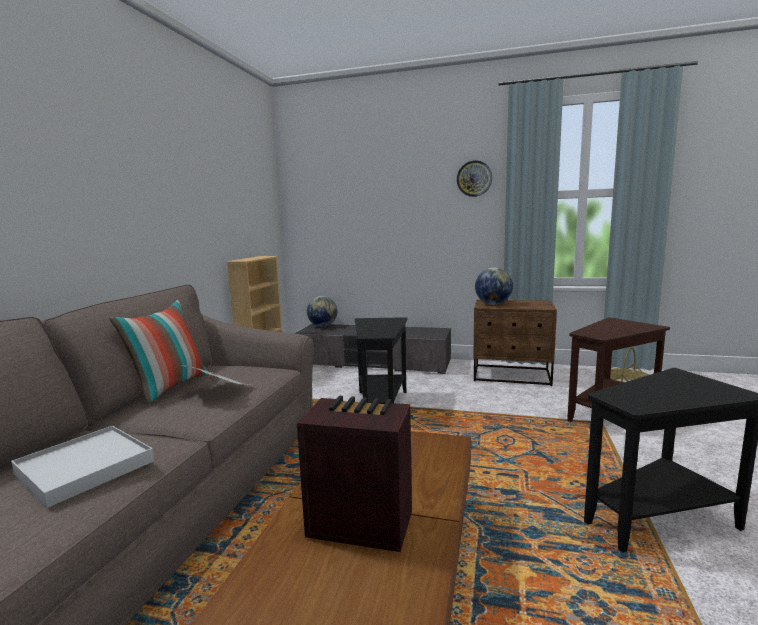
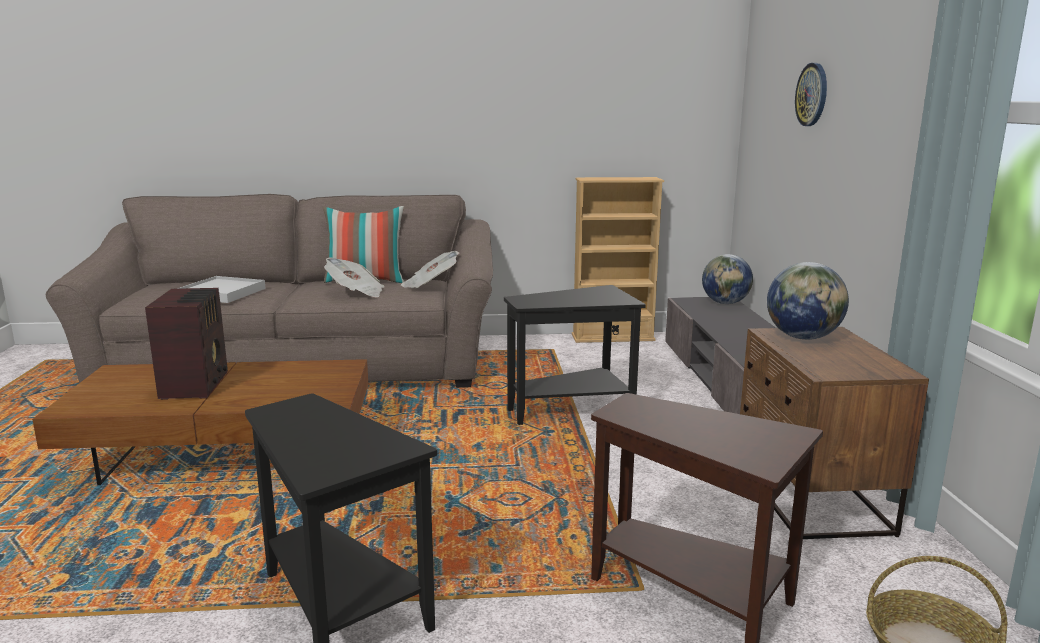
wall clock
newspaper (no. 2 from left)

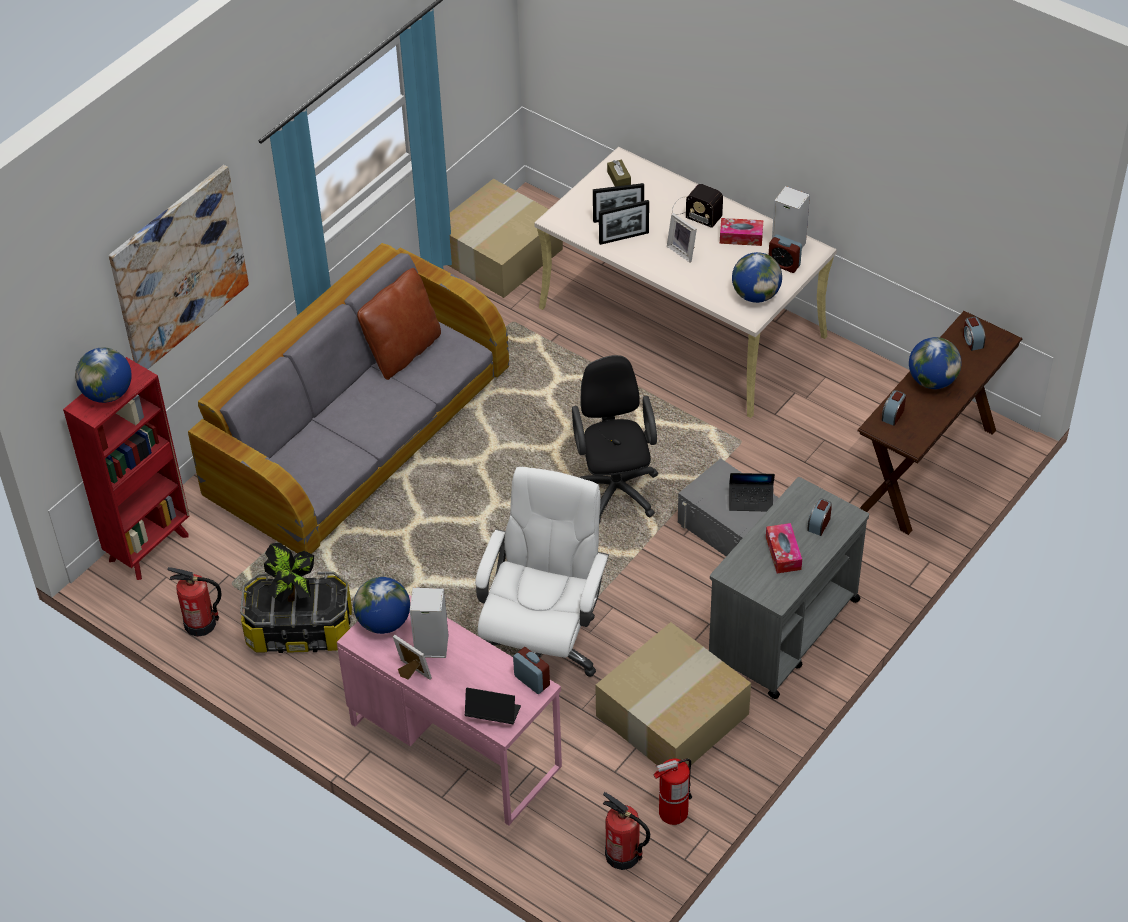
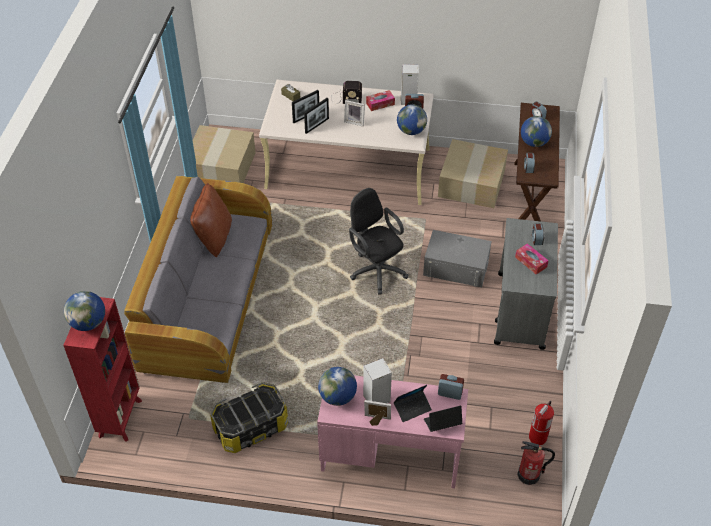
picture
white office chair
laptop (no. 1 from left)
potted plant
fire extinguisher (no. 1 from left in the first image)
cardboard box (no. 2 from left)

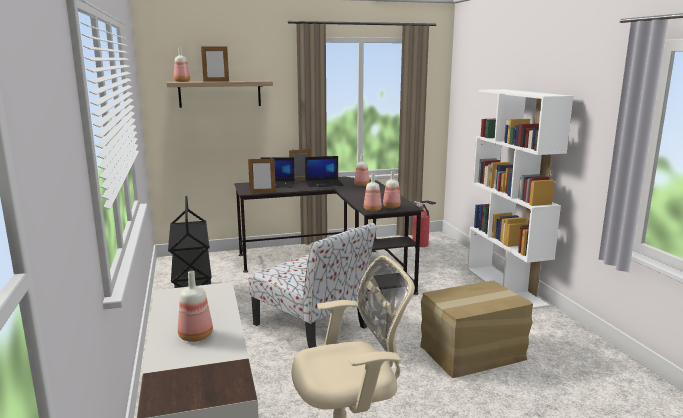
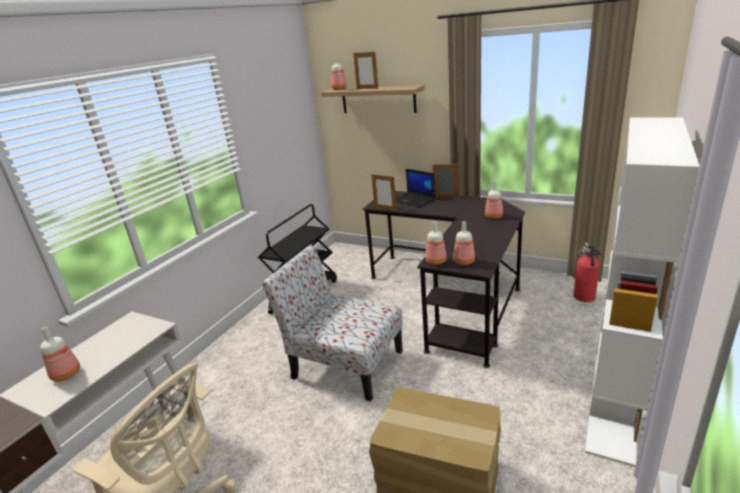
laptop (no. 2 from left in the first image)
chair

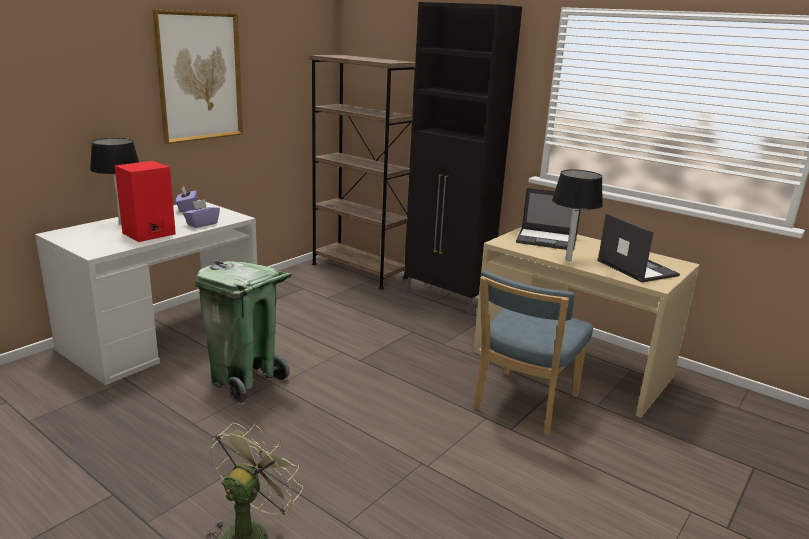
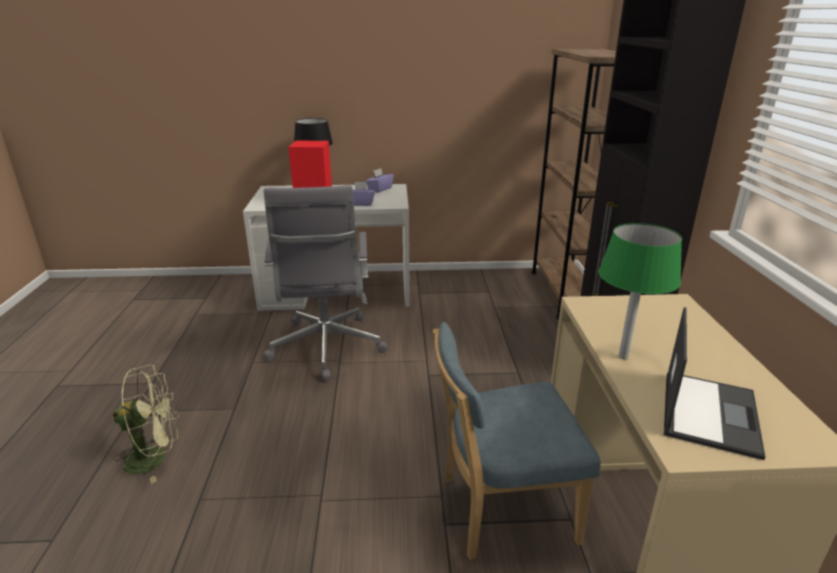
picture
green table lamp
laptop (no. 1 from left in the first image)
grey office chair

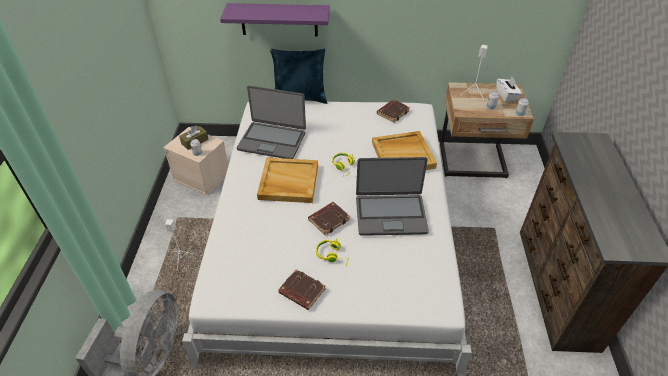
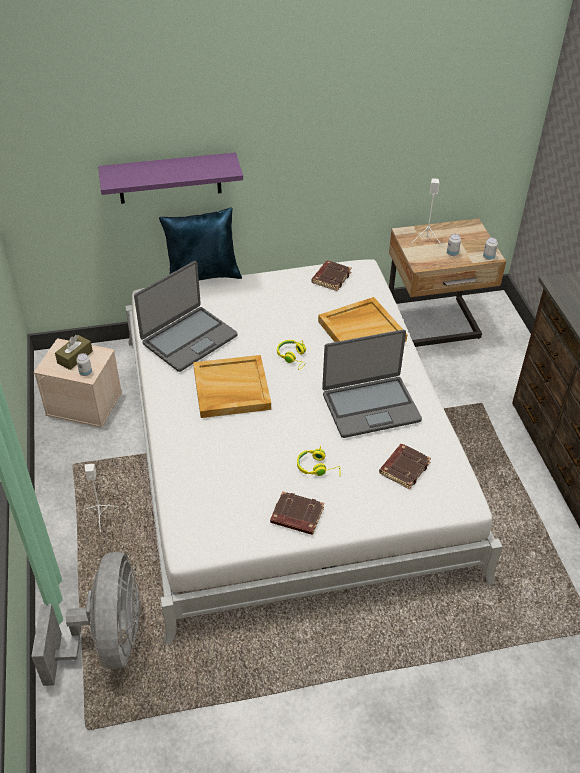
white tissue box
laptop (no. 1 from left)
brown book (no. 3 from left)

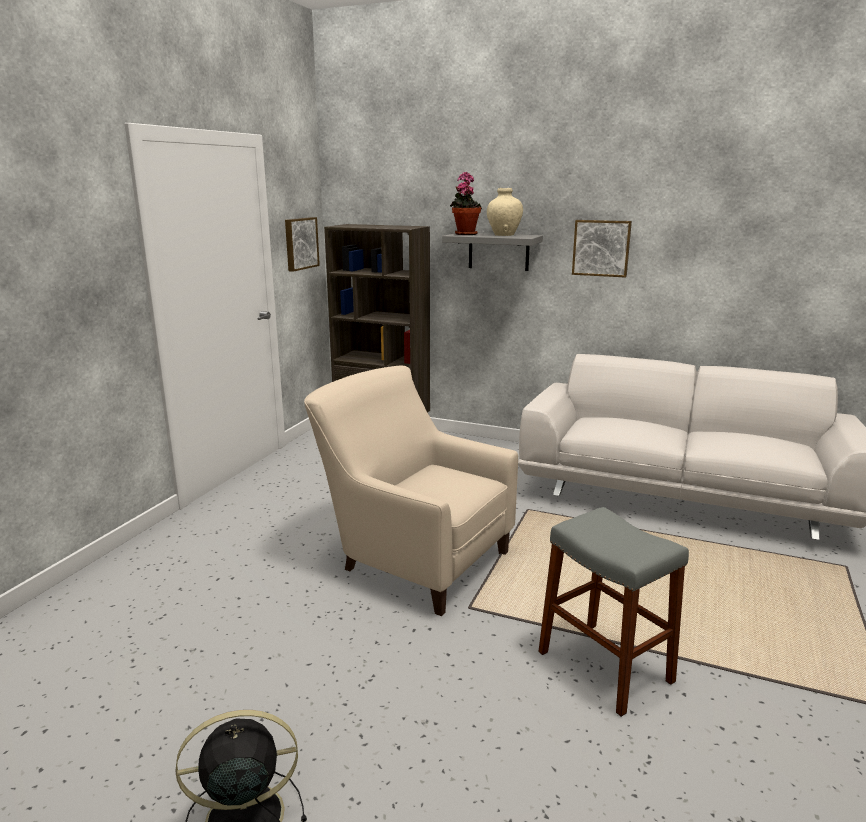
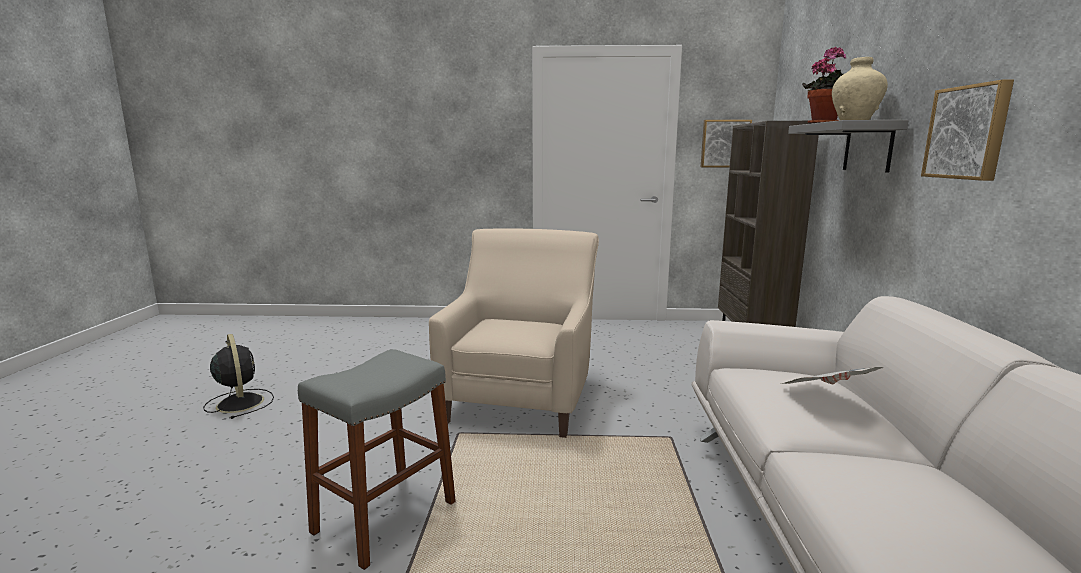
newspaper

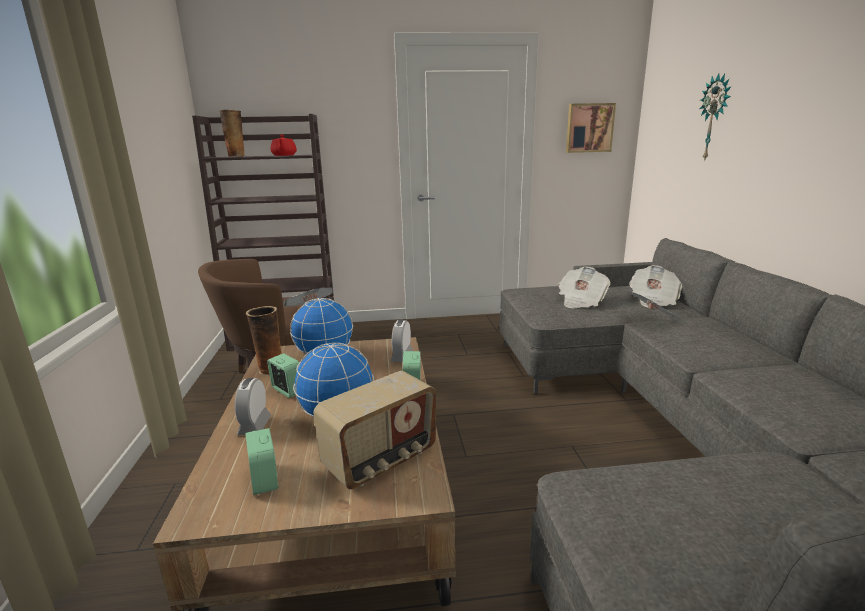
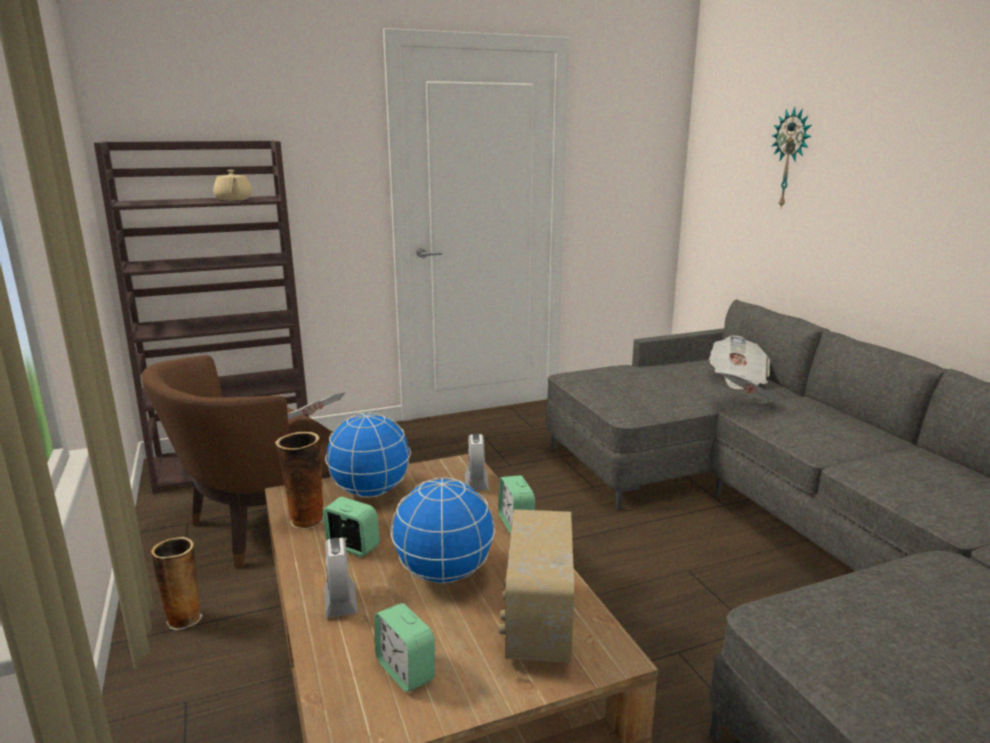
picture
vase (no. 1 from left)
beige teapot
newspaper (no. 2 from left in the first image)
radio

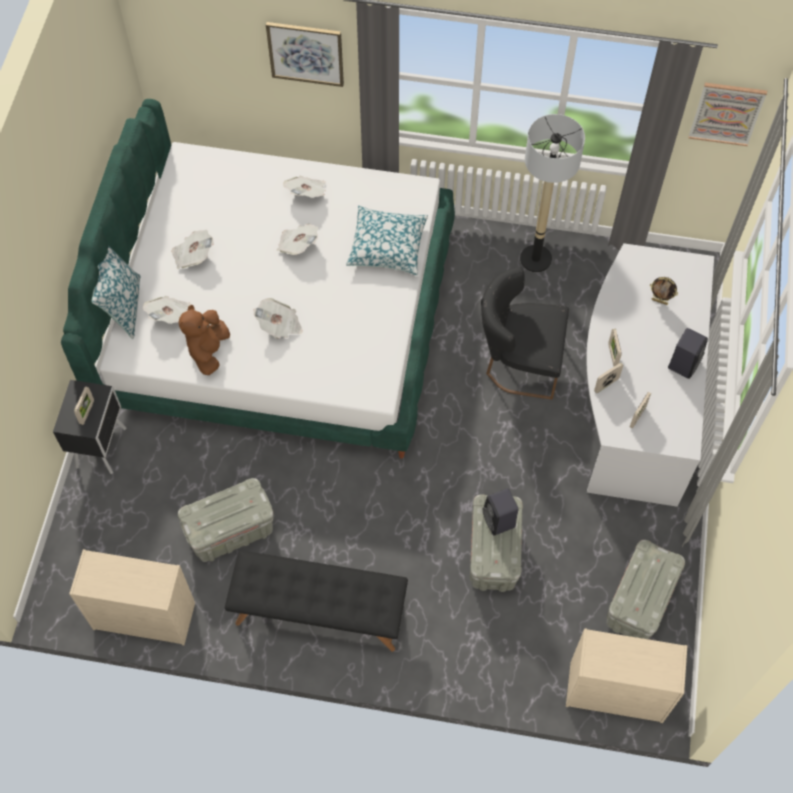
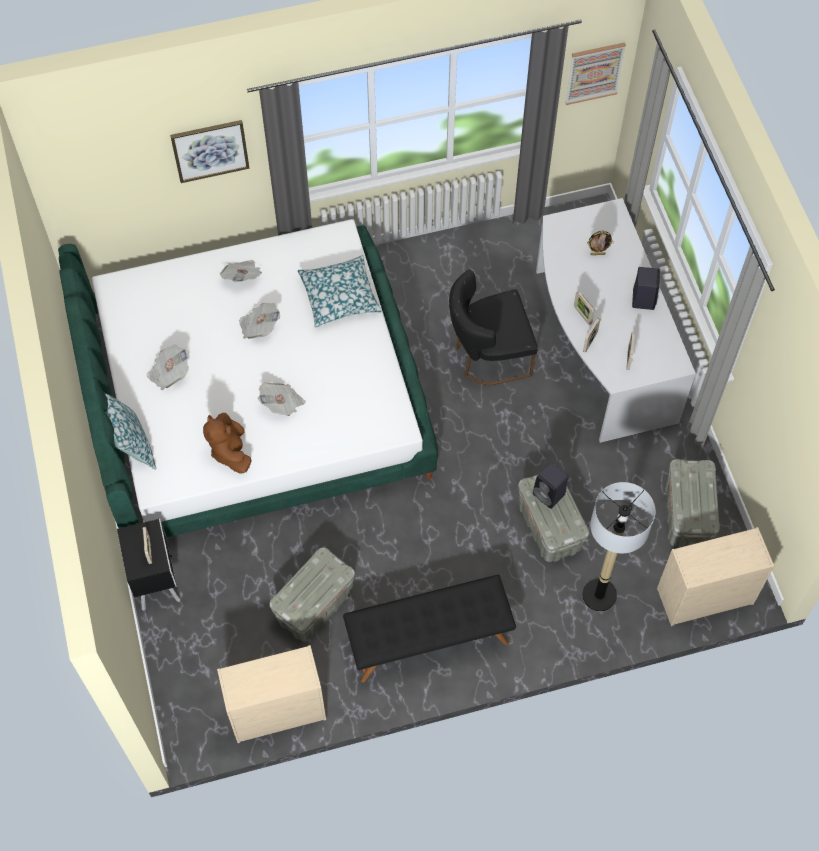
floor lamp
newspaper (no. 1 from left in the first image)

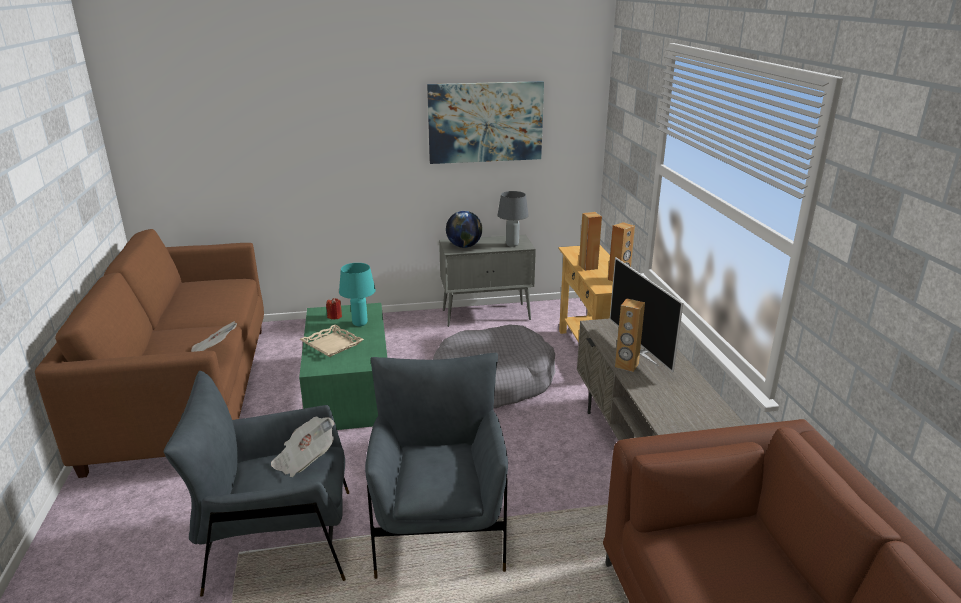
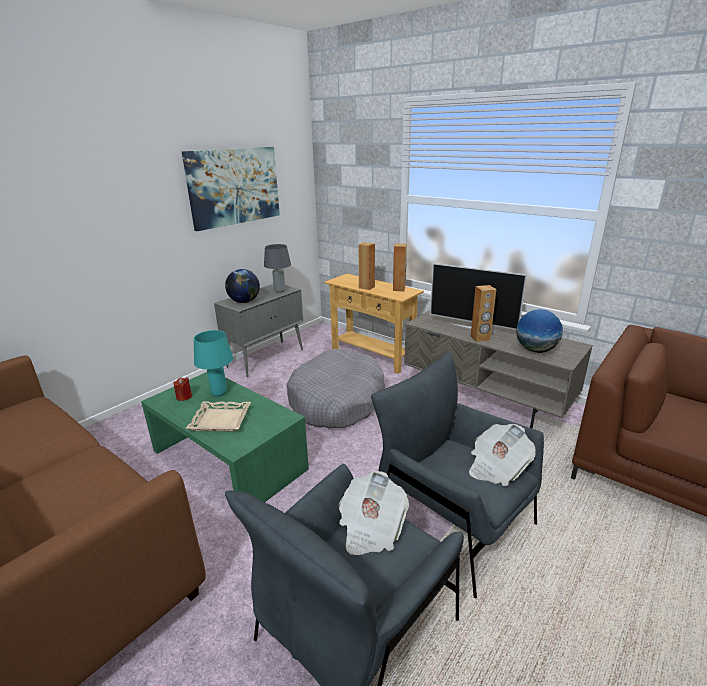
newspaper (no. 2 from left)
globe (no. 2 from left)

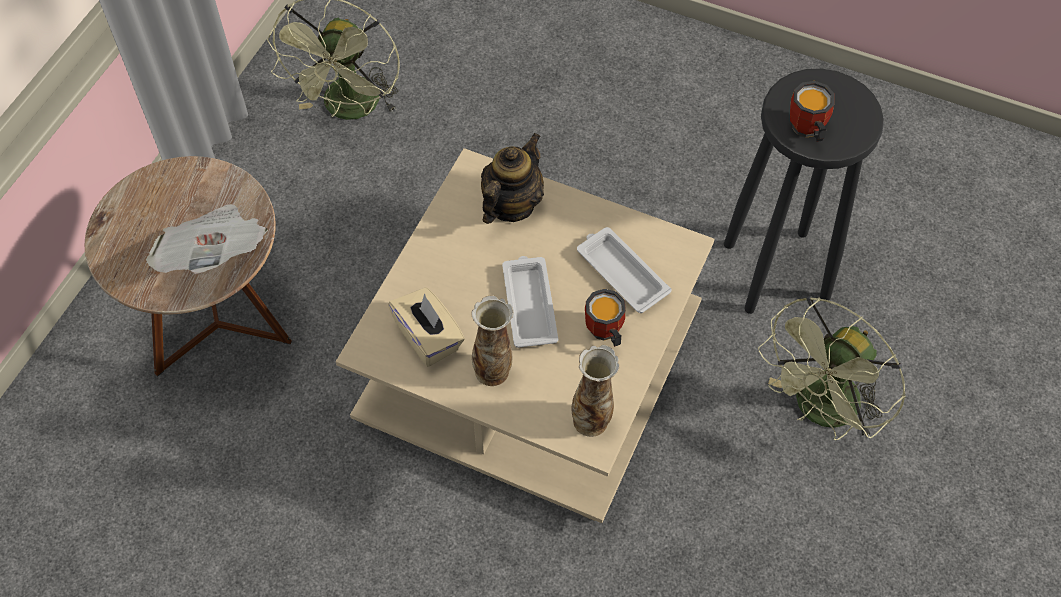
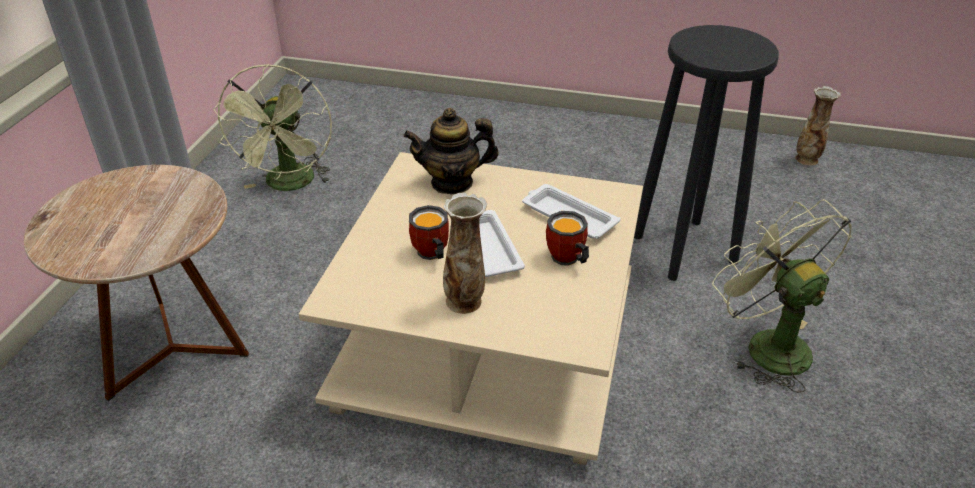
mug (no. 1 from left)
teapot
newspaper
beige tissue box
green fan (no. 2 from left)
vase (no. 2 from left)

